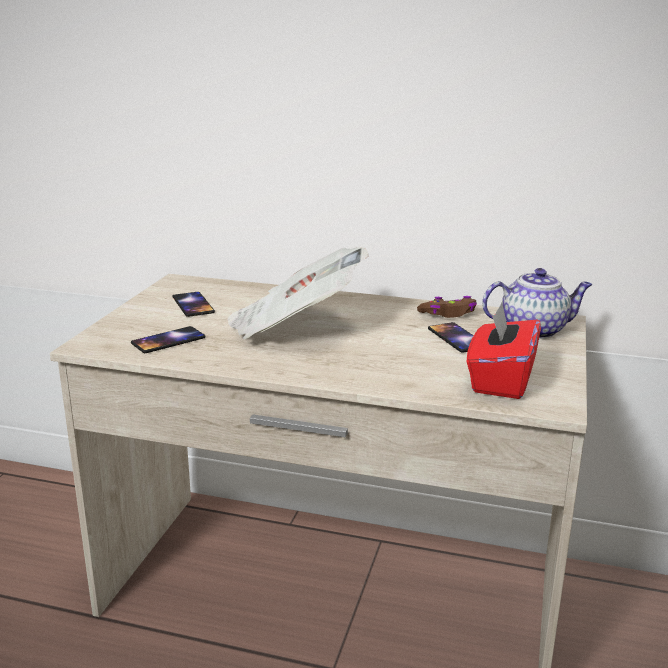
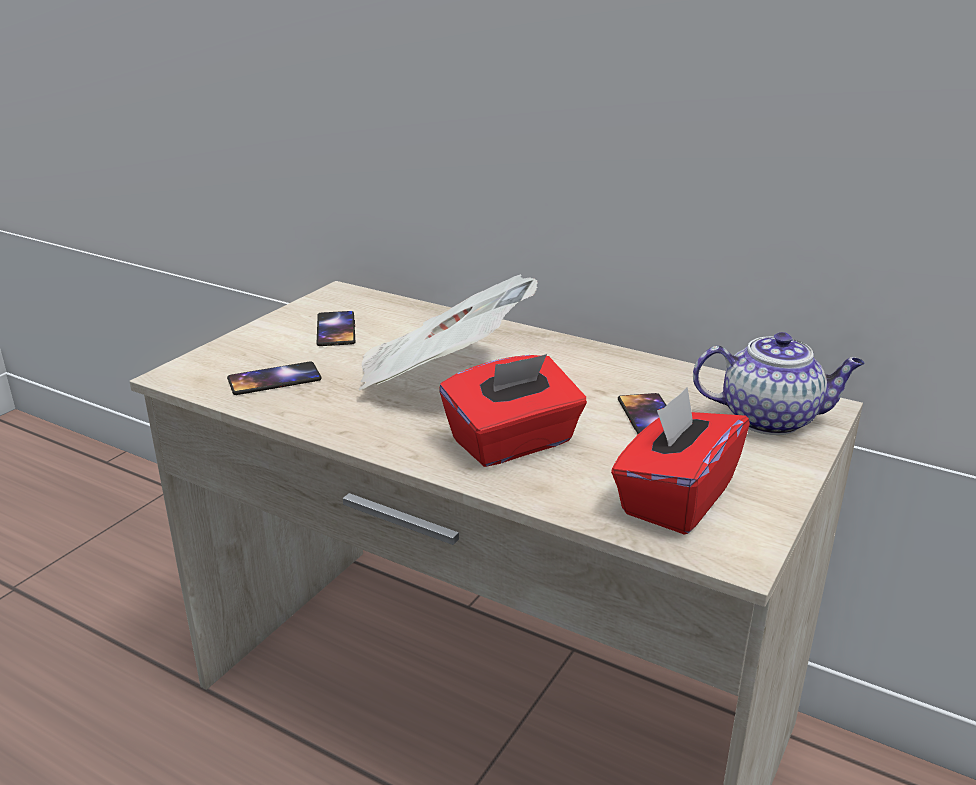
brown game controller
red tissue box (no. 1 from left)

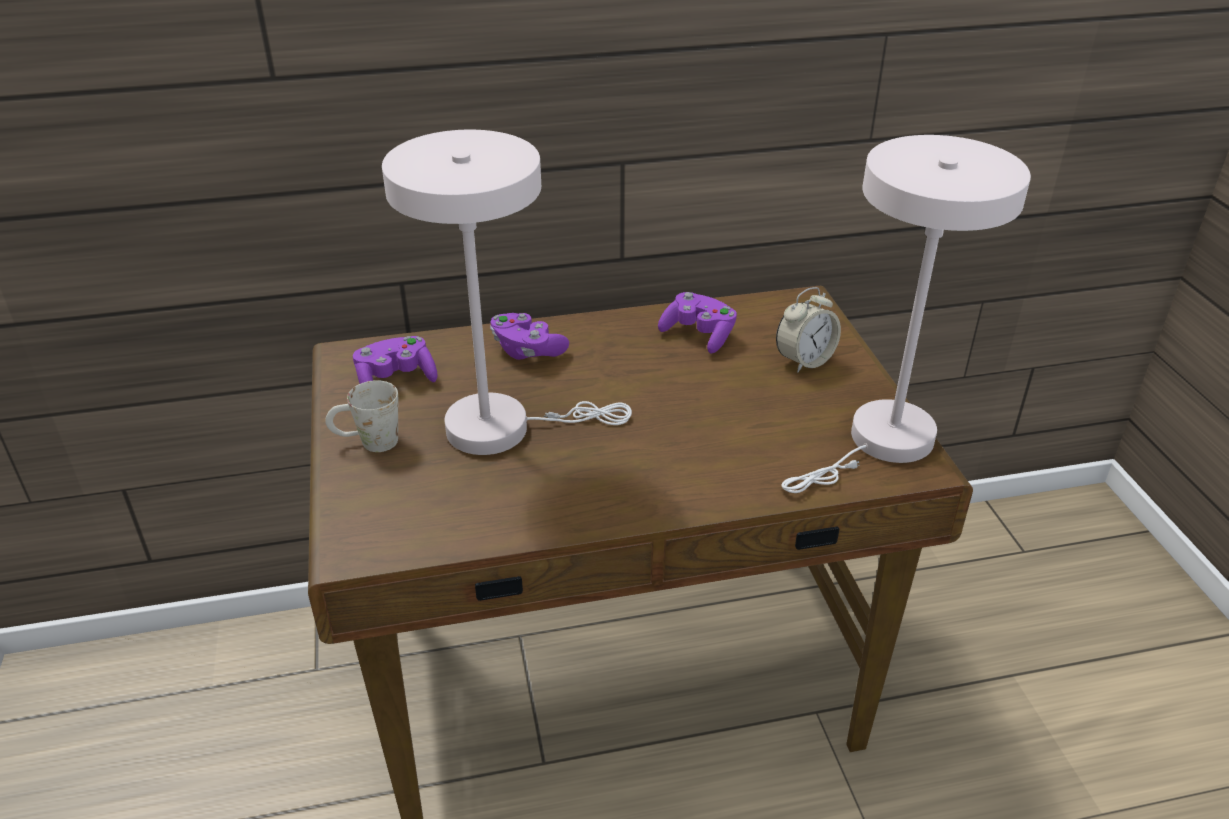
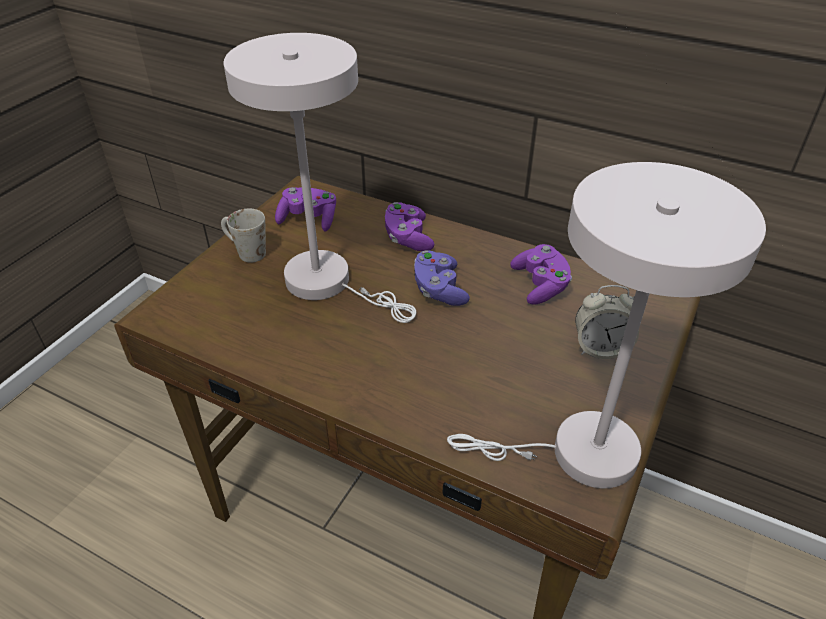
purple game controller (no. 3 from left)

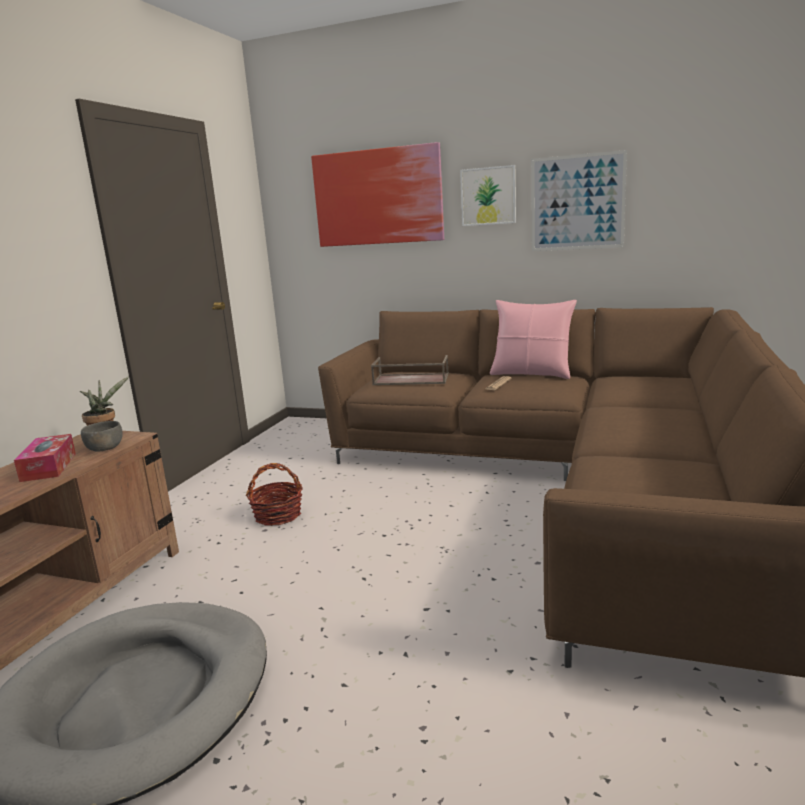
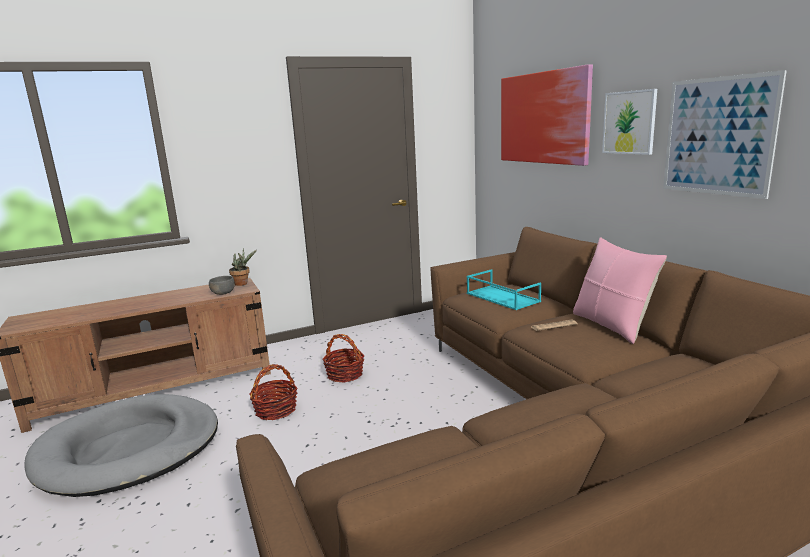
turquoise tray
tissue box
basket (no. 1 from left)

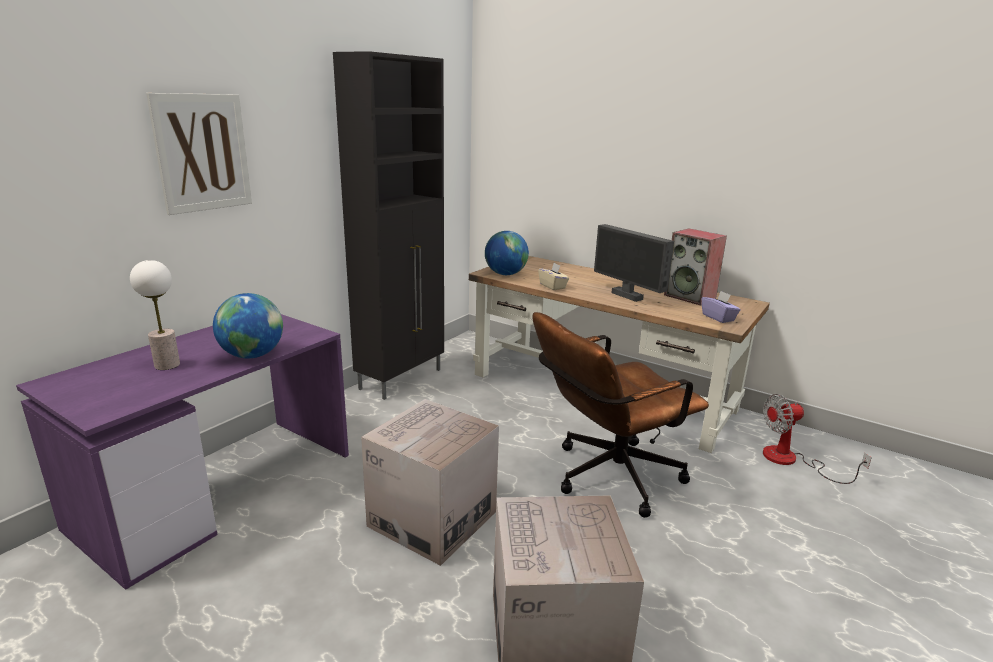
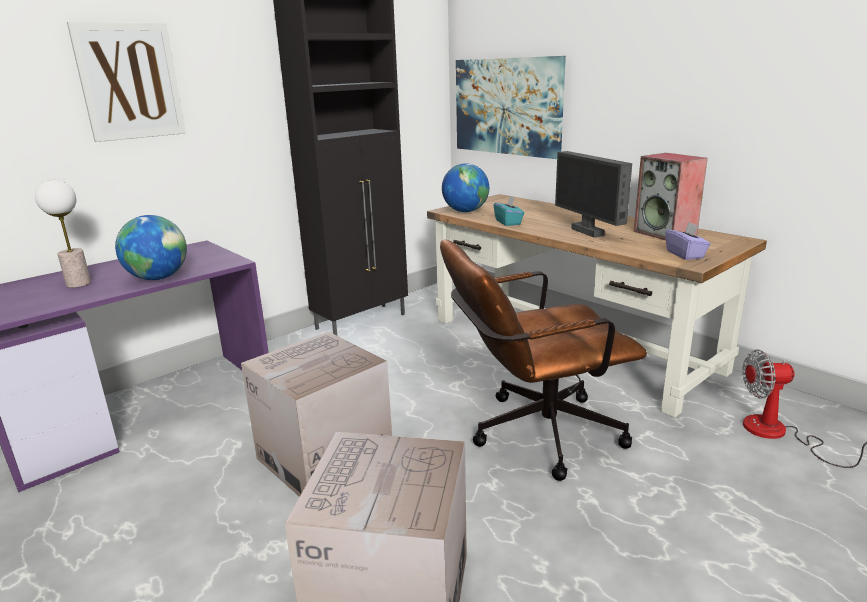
turquoise tissue box
picture (no. 2 from left)

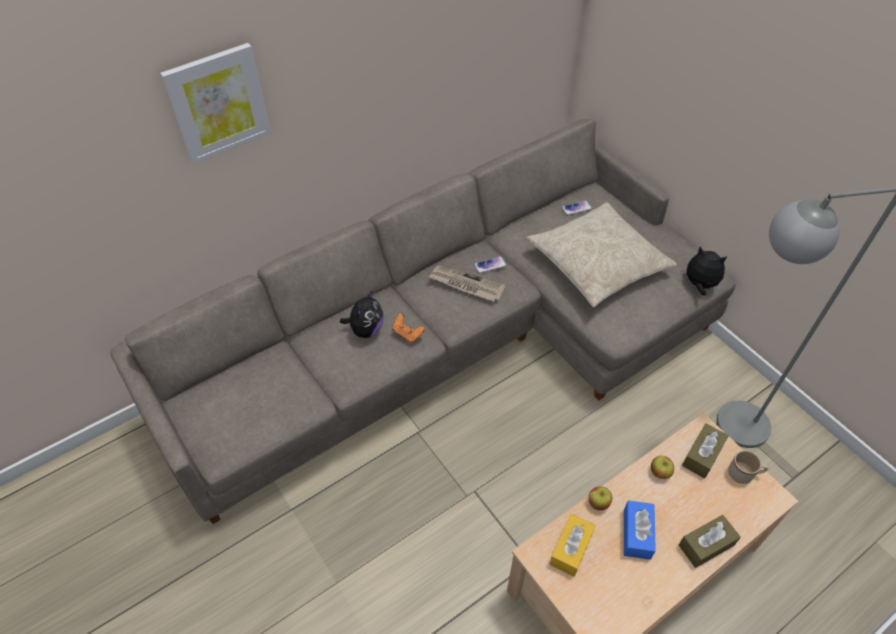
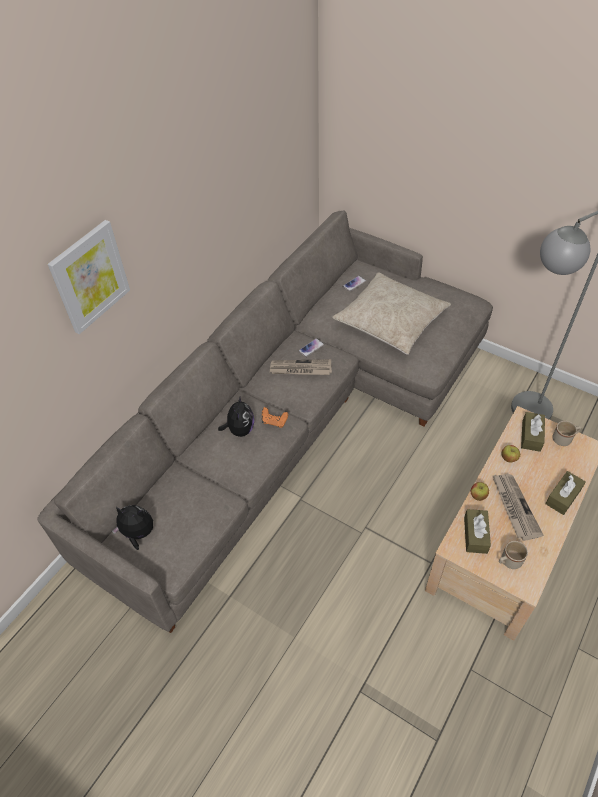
plush toy (no. 1 from left)
newspaper (no. 2 from left)
brown tissue box (no. 1 from left)
beige mug (no. 1 from left)

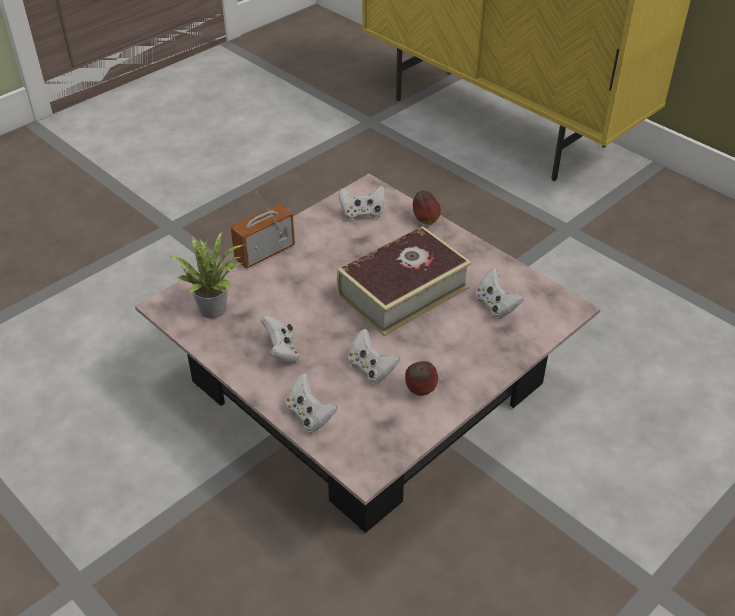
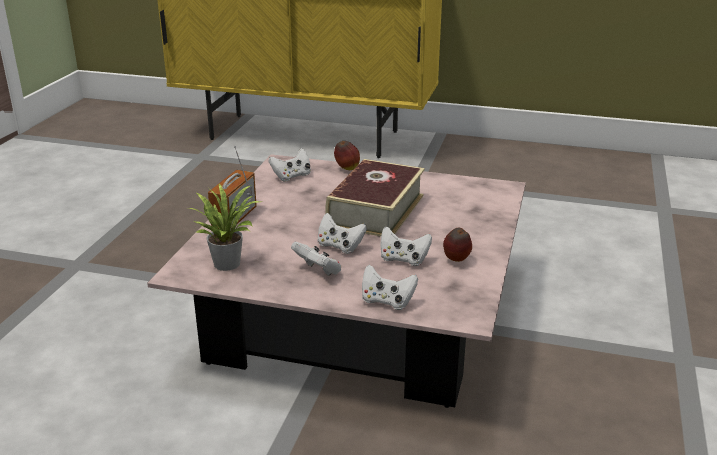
white game controller (no. 3 from left)

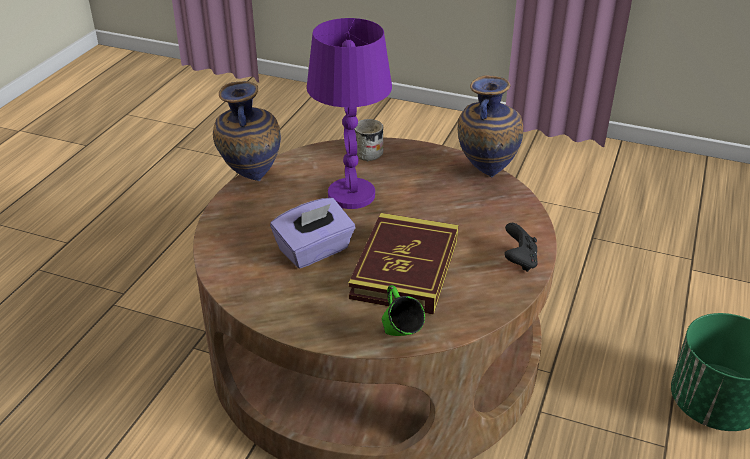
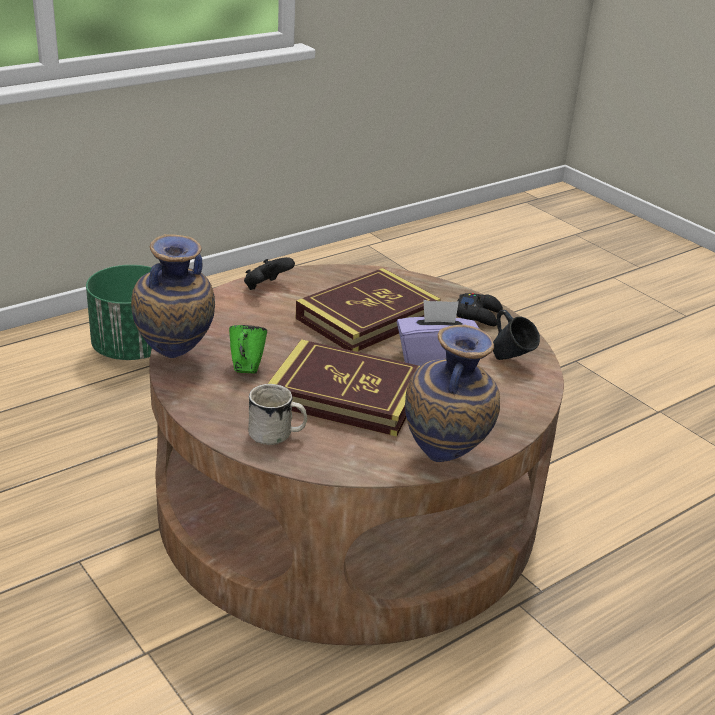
book (no. 1 from left)
green mug
black game controller (no. 2 from left)
blue mug

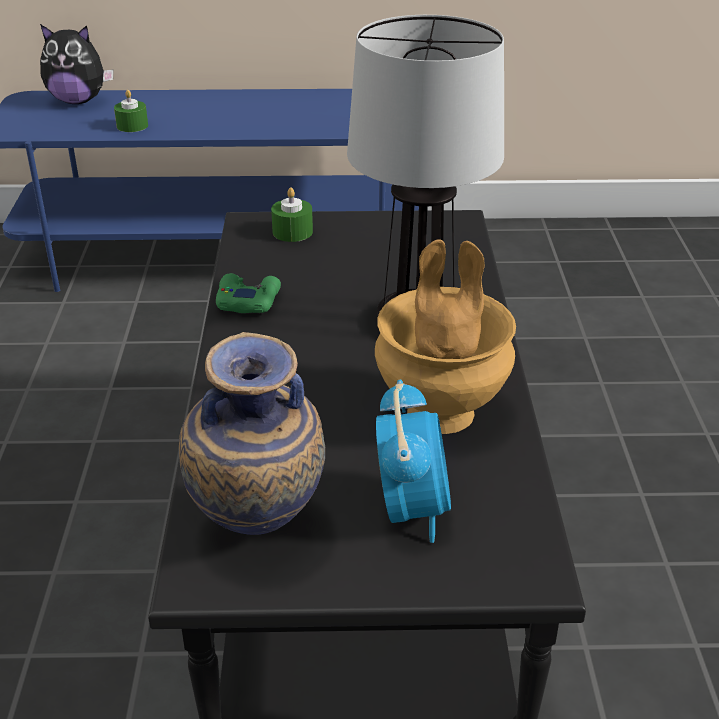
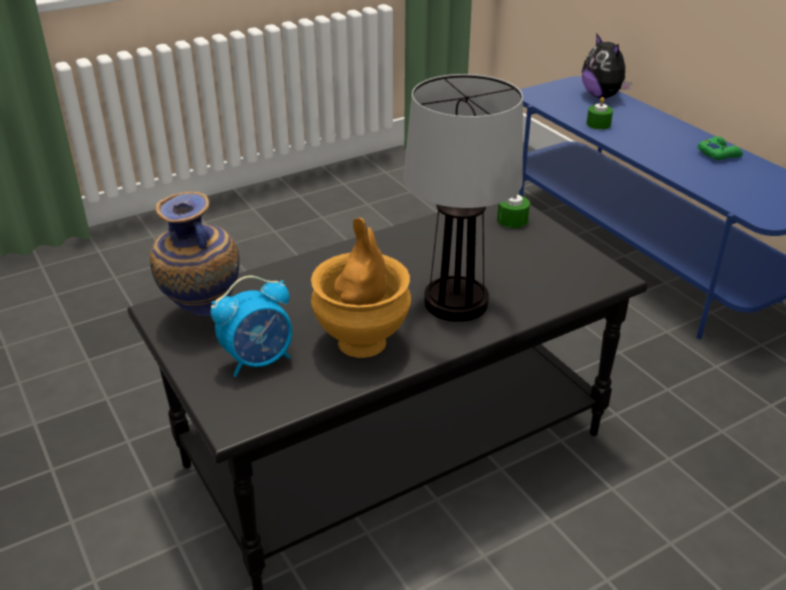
green game controller

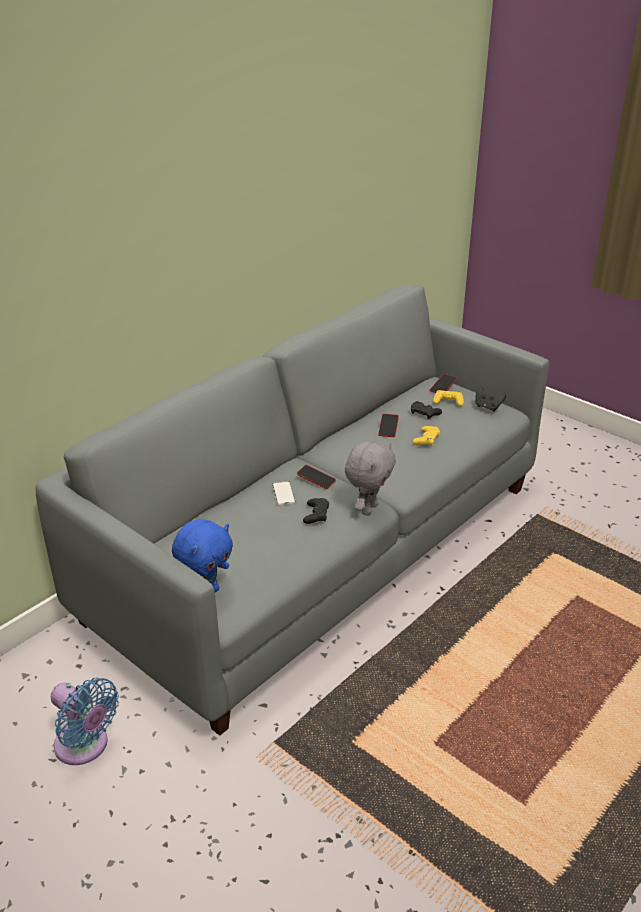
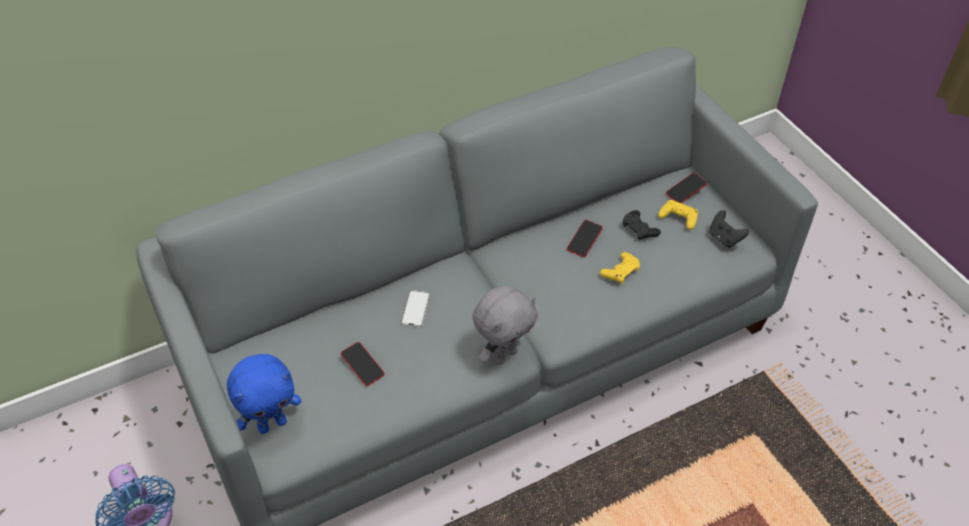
phone (no. 1 from left)
black game controller (no. 1 from left in the first image)

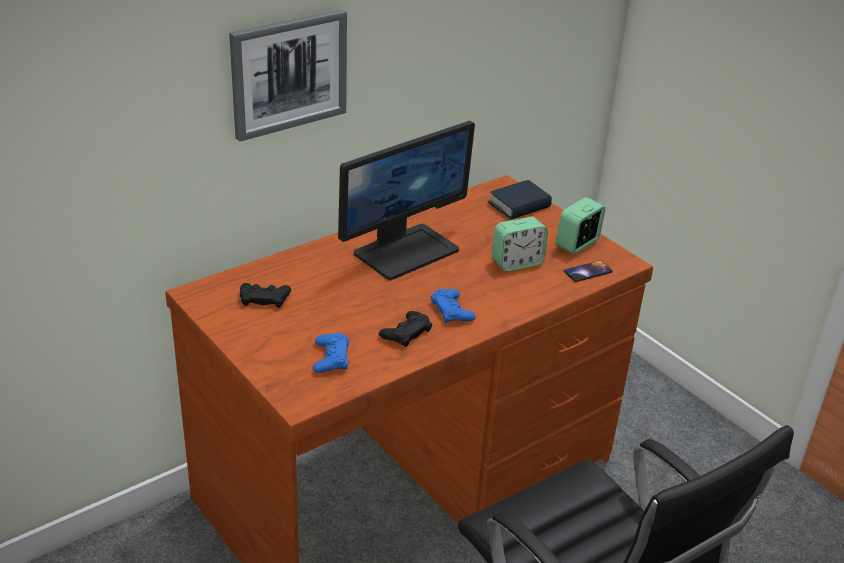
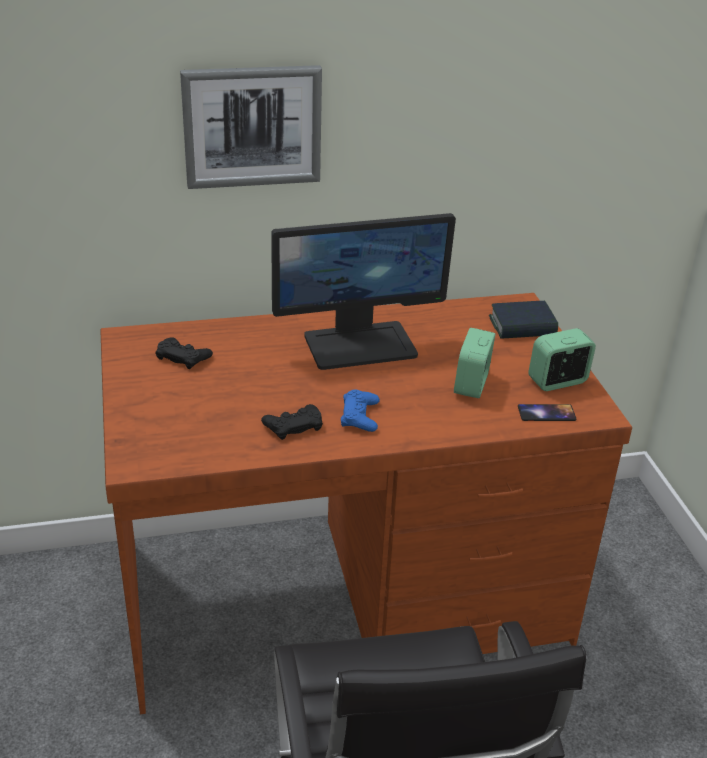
alarm clock (no. 1 from left)
blue game controller (no. 1 from left in the first image)

